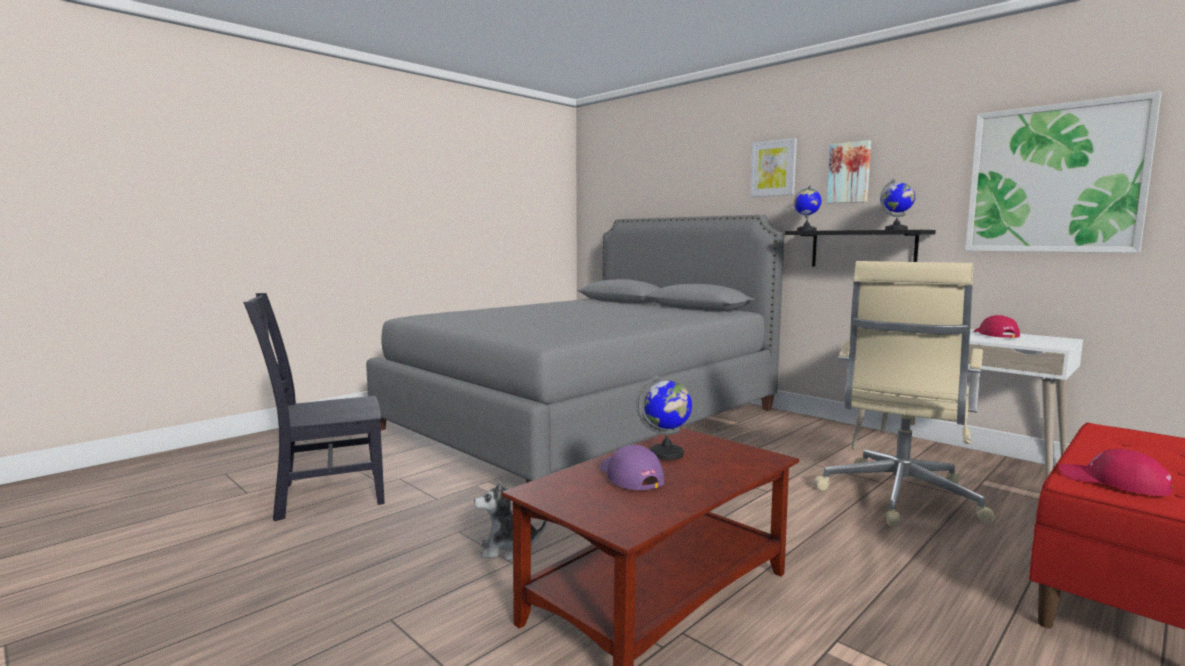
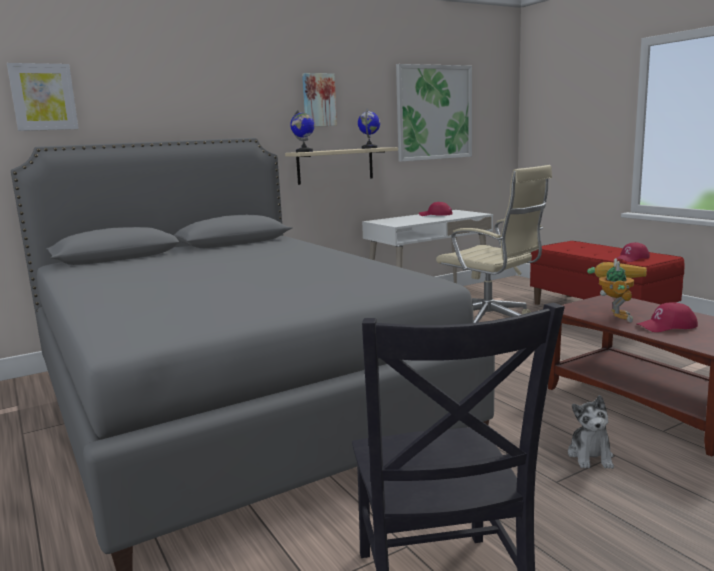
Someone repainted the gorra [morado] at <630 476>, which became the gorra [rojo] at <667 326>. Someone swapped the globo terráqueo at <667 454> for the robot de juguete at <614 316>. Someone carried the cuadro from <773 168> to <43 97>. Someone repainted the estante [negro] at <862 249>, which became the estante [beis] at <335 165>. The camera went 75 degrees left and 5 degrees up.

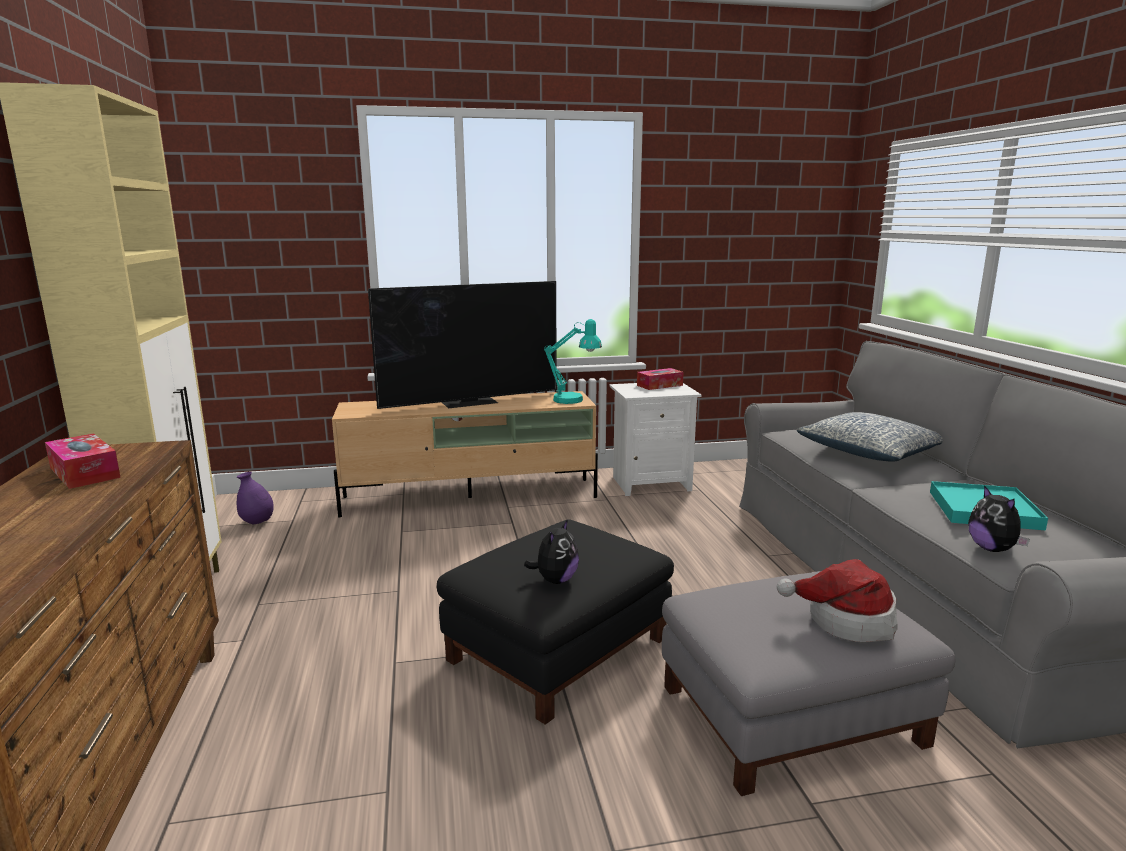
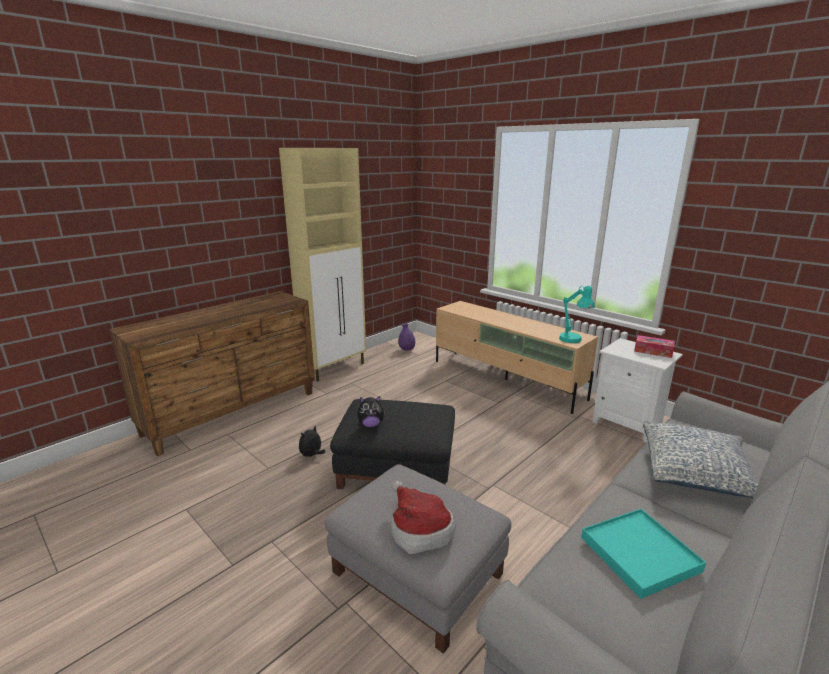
Someone took away the caja de pañuelos at <84 472>. Someone took away the televisor at <470 402>. Someone carried the peluche from <992 549> to <311 455>. The camera went 55 degrees right and 5 degrees up.

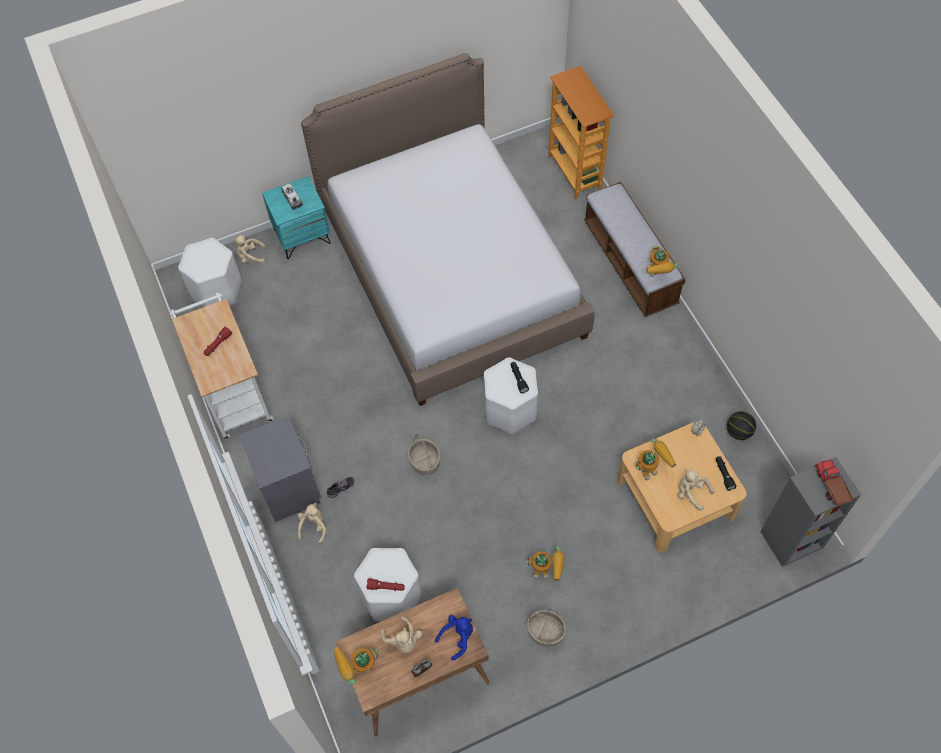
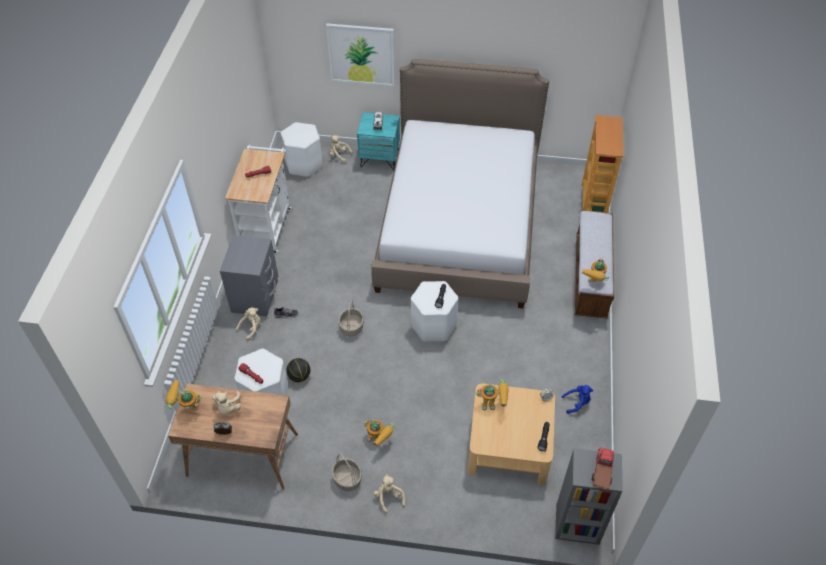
Someone carried the peluche [azul] from <458 637> to <577 403>. Someone carried the peluche [beis] from <691 493> to <389 497>. Someone carried the balón de baloncesto from <738 432> to <299 376>. Someone put up the cuadro at <361 54>. The camera went 30 degrees right and 10 degrees down.

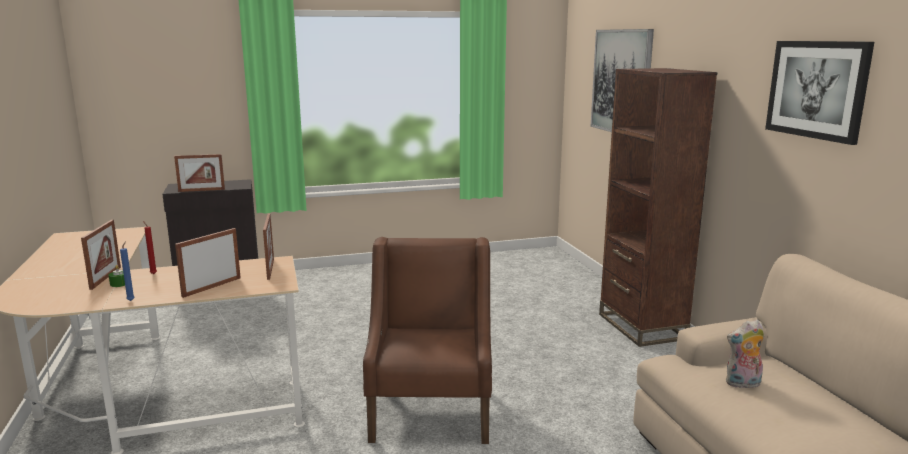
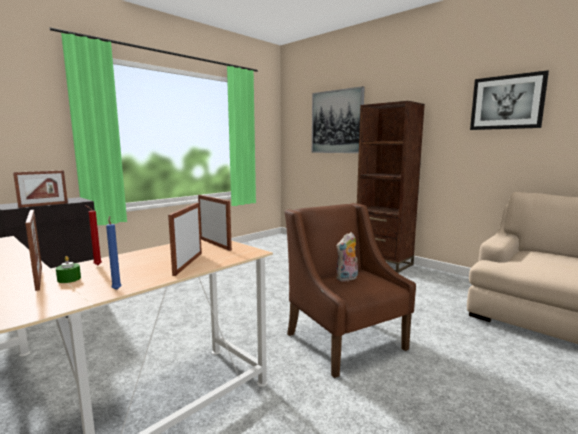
Someone carried the peluche from <742 384> to <347 279>. The camera went 30 degrees left and 5 degrees down.

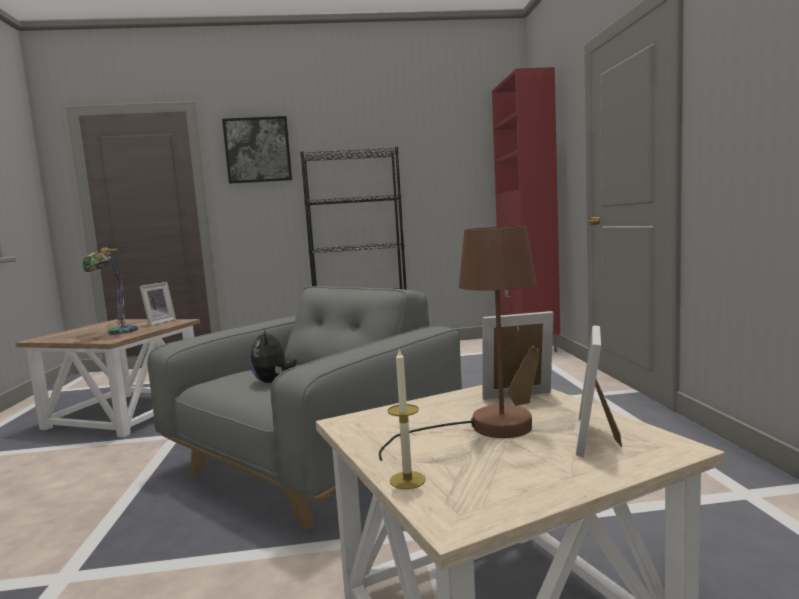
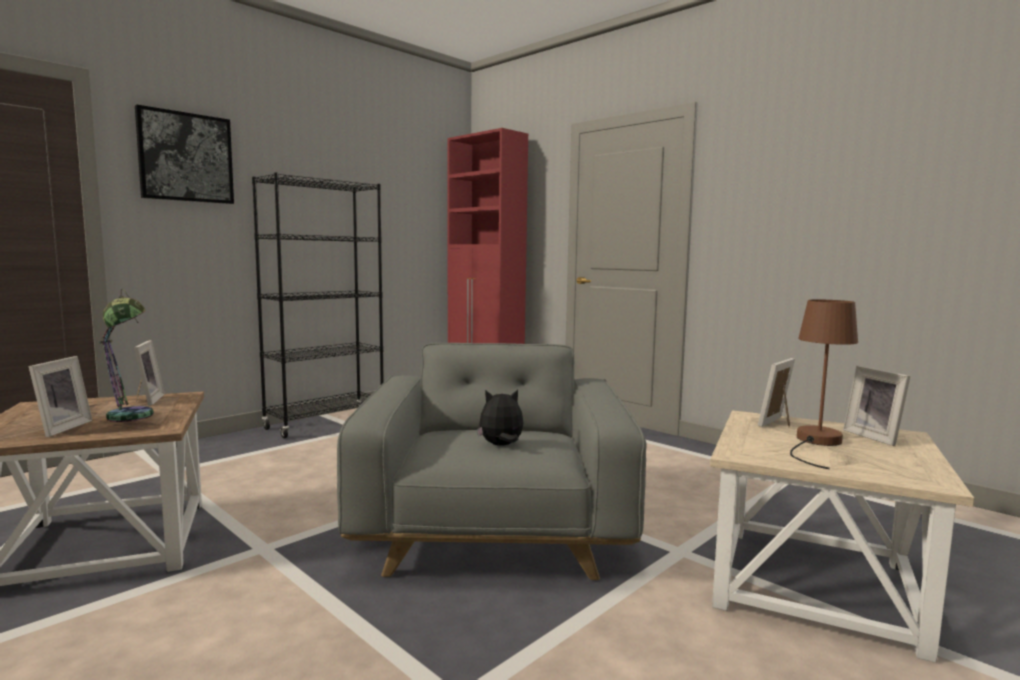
Someone rotated the peluche at <272 381> by 135 degrees clockwise. Someone took away the vela at <407 480>. Someone put down the portarretratos at <59 428>. The camera went 40 degrees left and 0 degrees up.

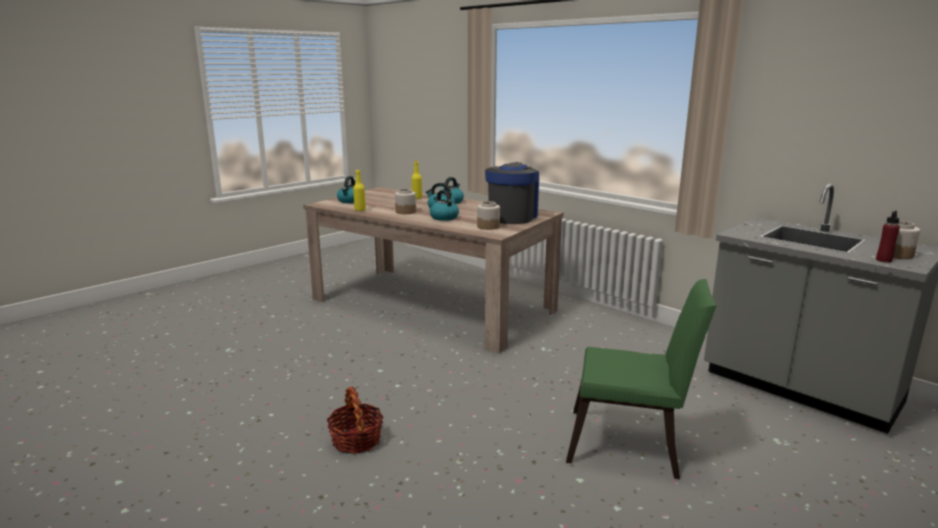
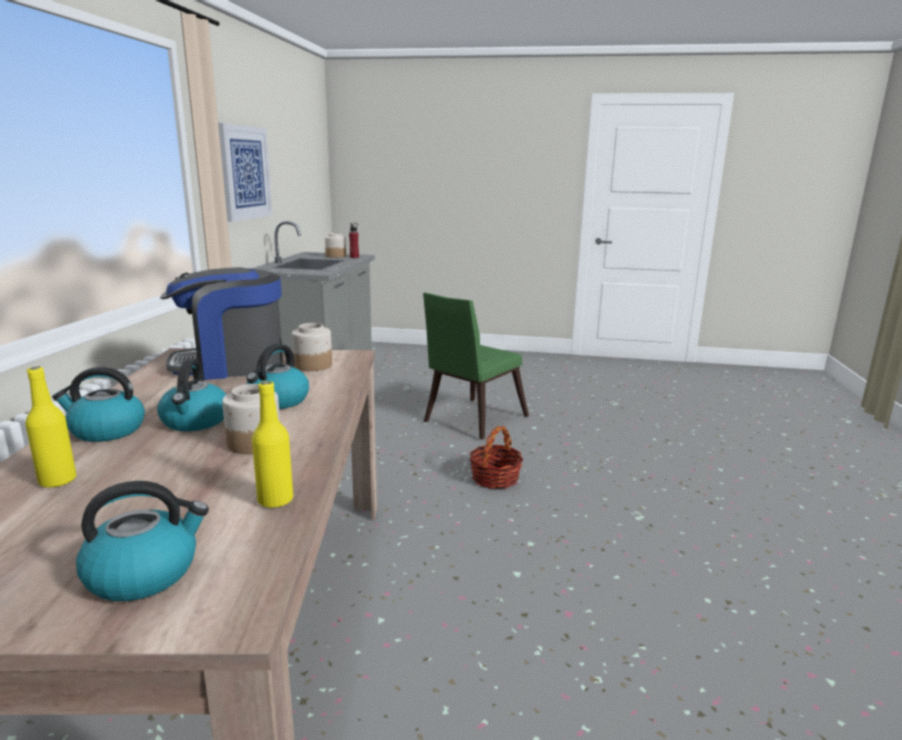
Someone carried the cesta from <356 440> to <495 478>. Someone rotated the silla [verde] at <631 445> by 120 degrees counterclockwise. Someone put up the cuadro at <245 173>. The camera went 125 degrees left and 0 degrees up.

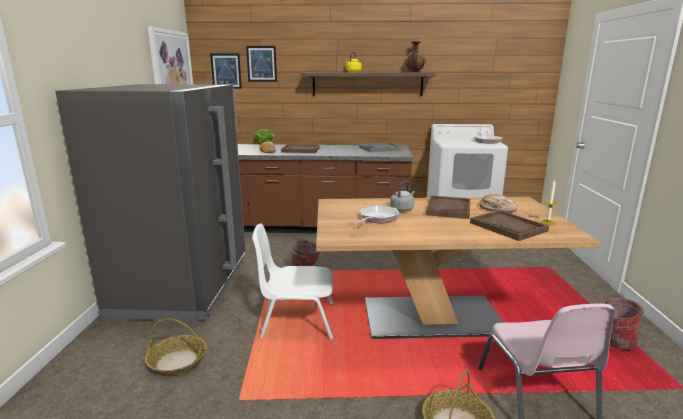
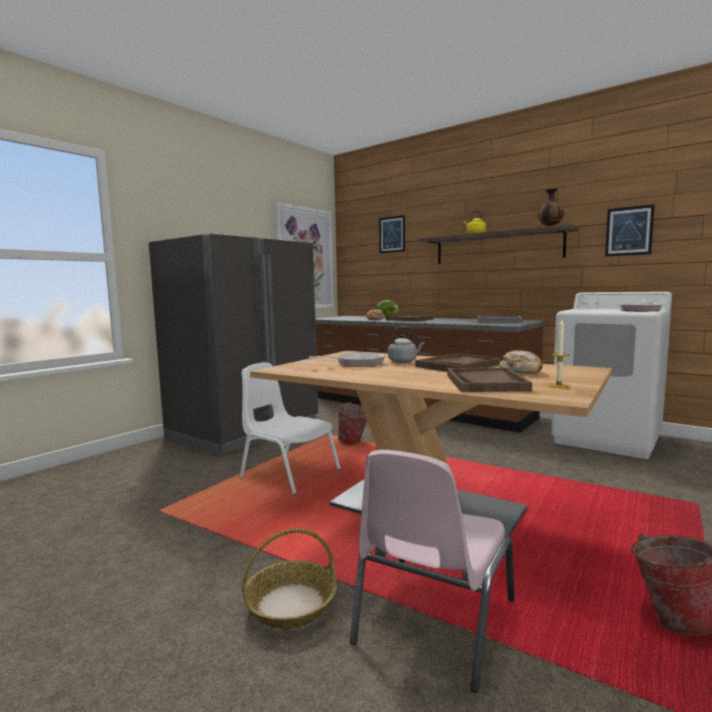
Someone took away the cesta at <178 362>. Someone carried the cuadro from <226 71> to <629 231>. The camera went 35 degrees right and 10 degrees down.

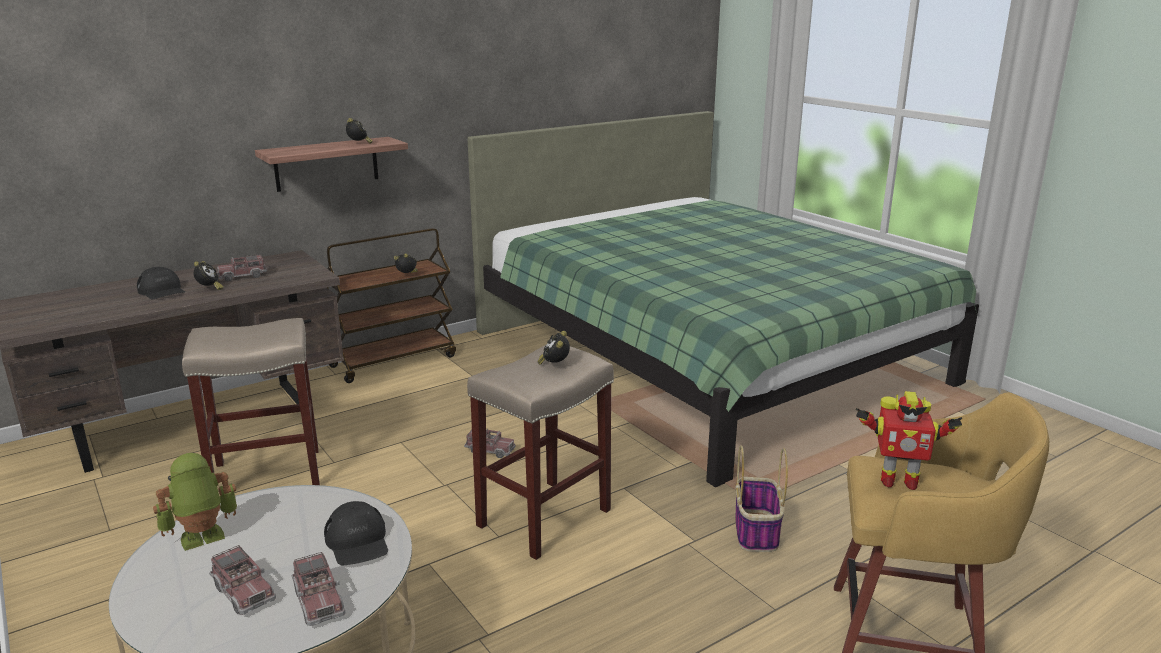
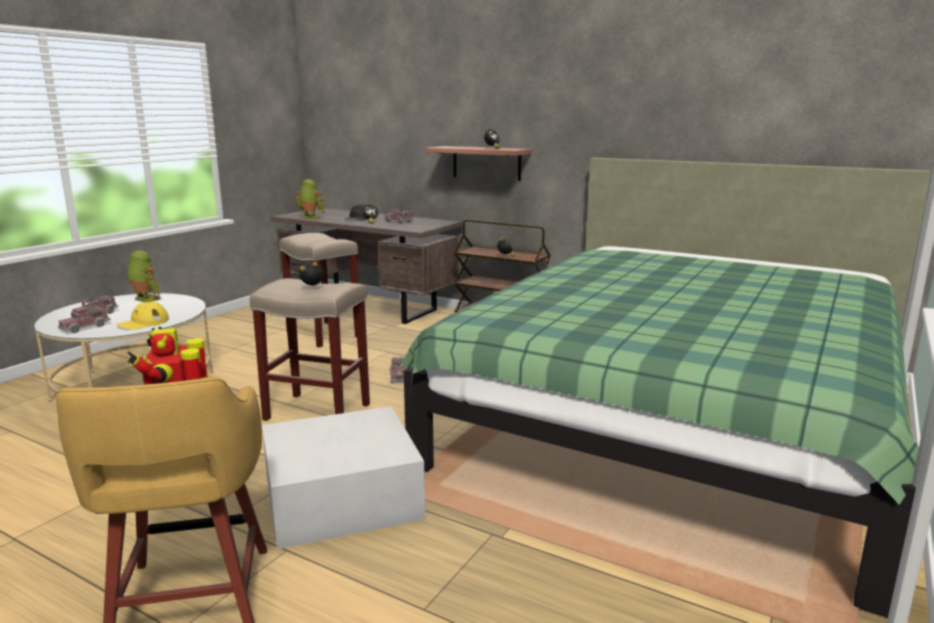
Someone repainted the gorra [negro] at <358 542>, which became the gorra [amarillo] at <143 323>. Someone swapped the cesta at <756 532> for the caja de almacenaje [blanco] at <342 498>. Someone put down the robot de juguete at <310 218>. The camera went 65 degrees right and 5 degrees down.

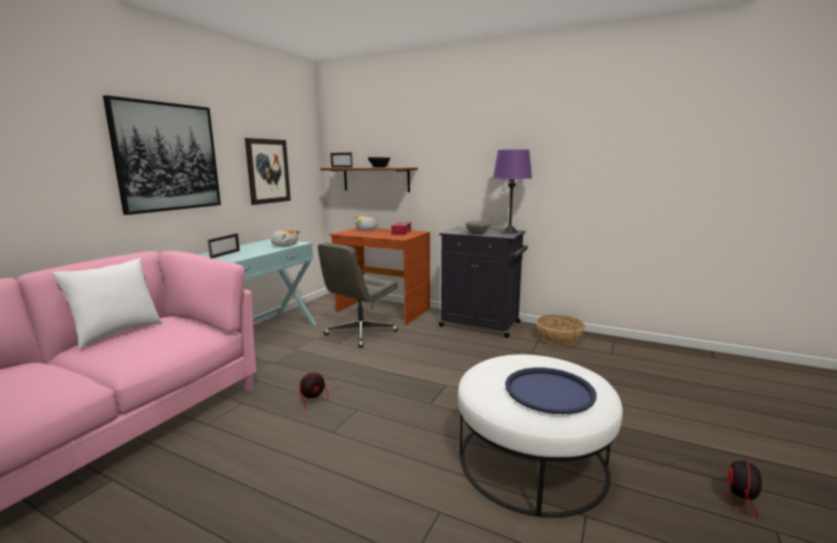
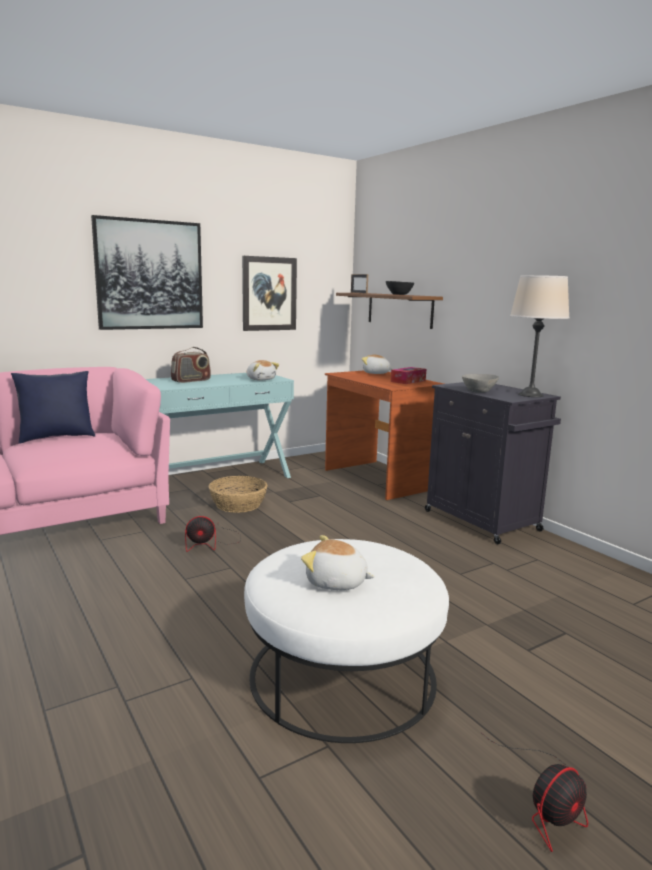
Someone repainted the cojín [blanco] at <117 333>, which became the cojín [azul] at <56 437>. Someone swapped the portarretratos at <225 254> for the radio at <191 380>. Someone took away the silla de oficina [gris] at <360 333>. Someone repainted the lámpara de mesa [morado] at <509 232>, which became the lámpara de mesa [beis] at <531 395>. Someone swapped the bandeja [azul] at <549 391> for the peluche at <336 583>. Someone carried the cesta from <558 338> to <238 504>. The camera went 30 degrees right and 0 degrees up.

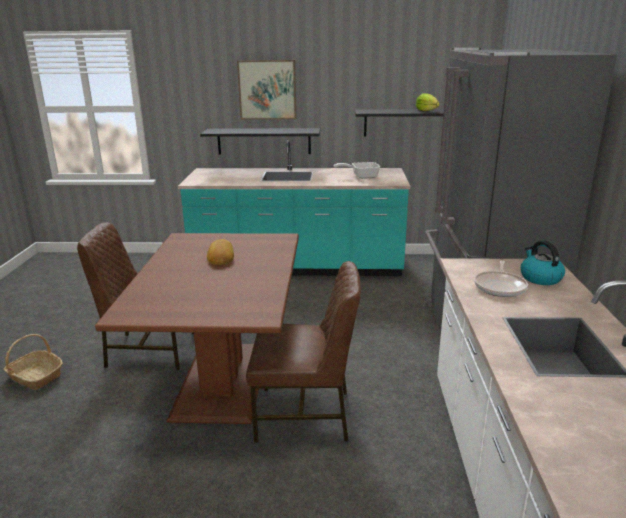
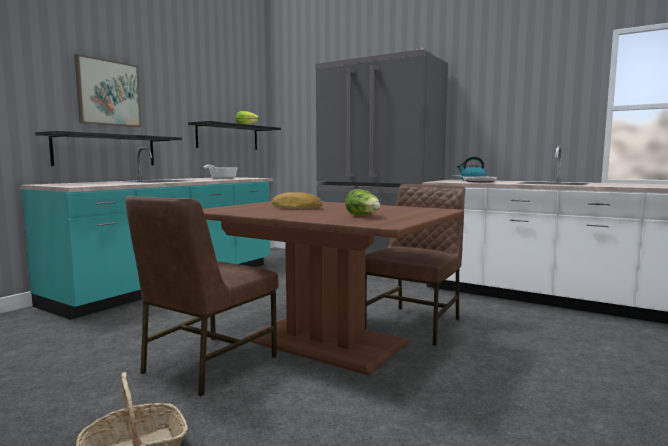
Someone put down the lechuga at <364 216>. The camera went 60 degrees left and 15 degrees down.

